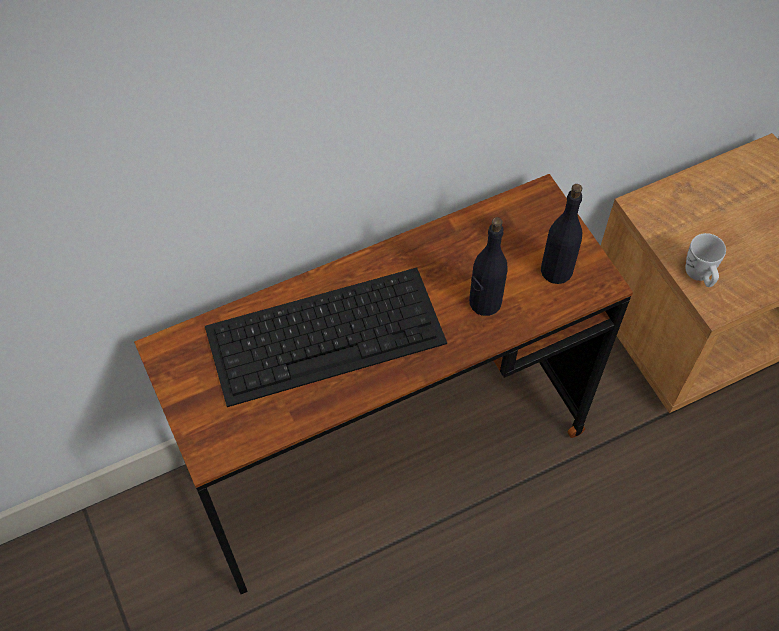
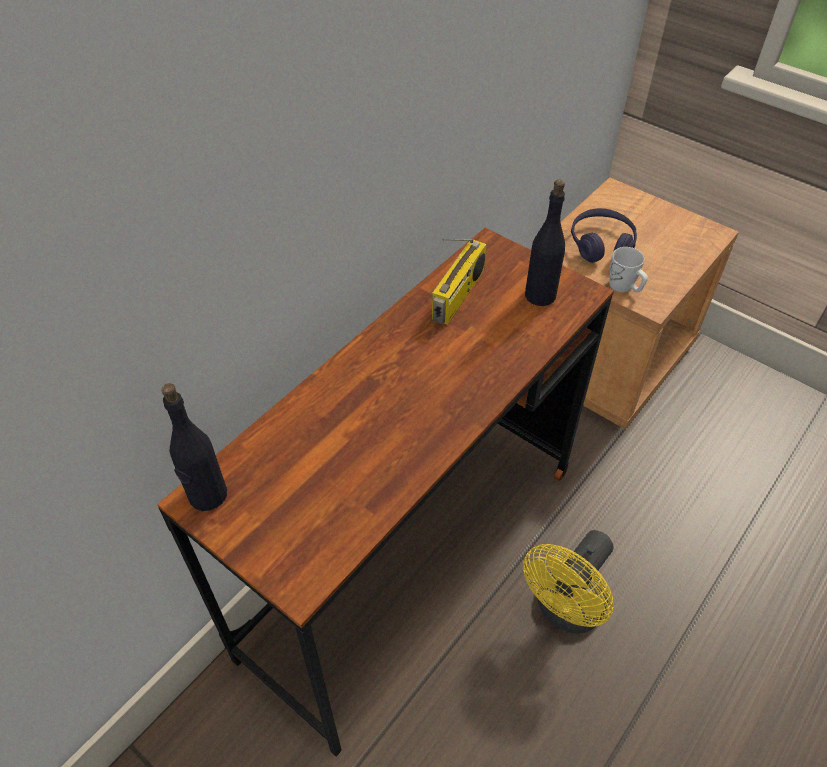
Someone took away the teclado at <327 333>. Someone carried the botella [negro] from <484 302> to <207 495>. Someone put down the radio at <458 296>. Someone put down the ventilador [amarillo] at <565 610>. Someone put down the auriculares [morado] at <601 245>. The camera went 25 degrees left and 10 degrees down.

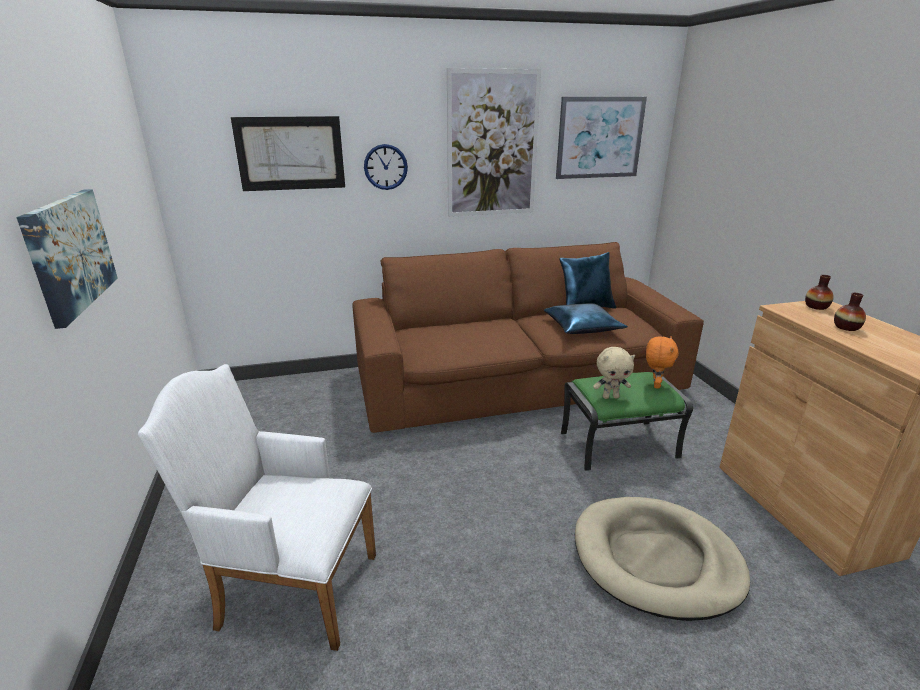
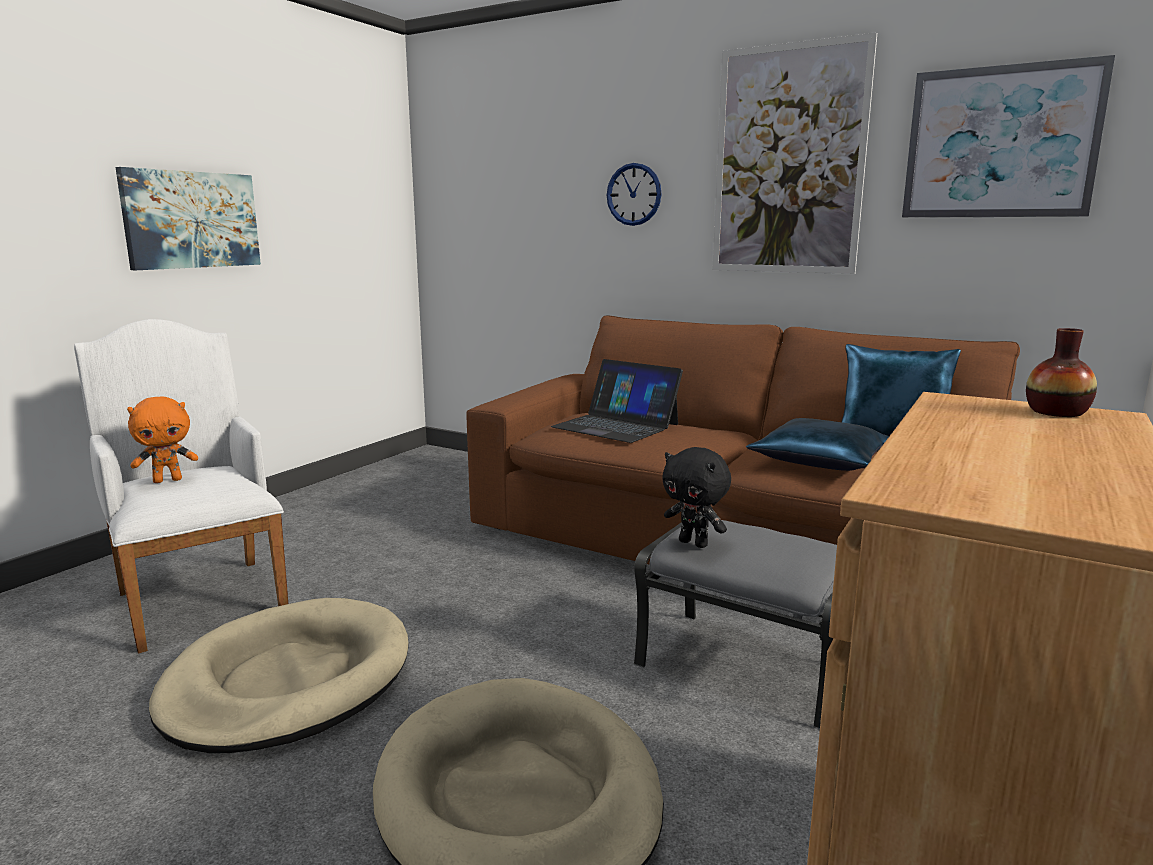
Someone took away the cuadro at <290 153>. Someone repainted the puf [verde] at <619 444>, which became the puf [gris] at <749 665>. Someone repainted the peluche [beis] at <610 397>, which became the peluche [negro] at <694 543>. Someone carried the peluche [naranja] from <655 385> to <168 480>. Someone took away the florero at <846 327>. Someone put down the cama para perro [beis] at <288 681>. Someone put down the portátil at <616 425>. The camera went 45 degrees right and 10 degrees down.

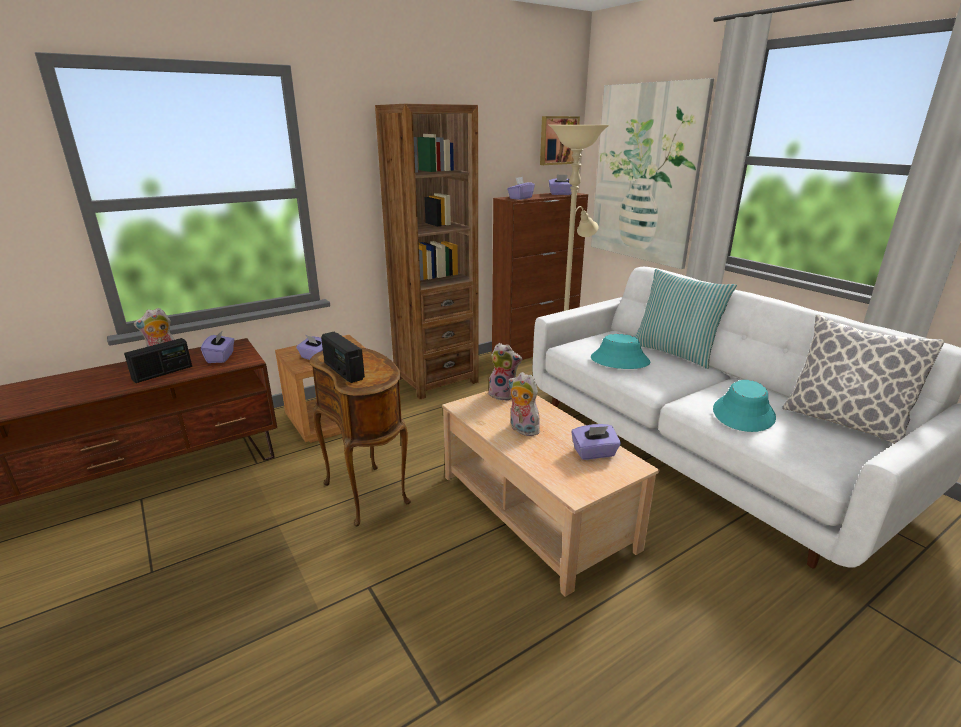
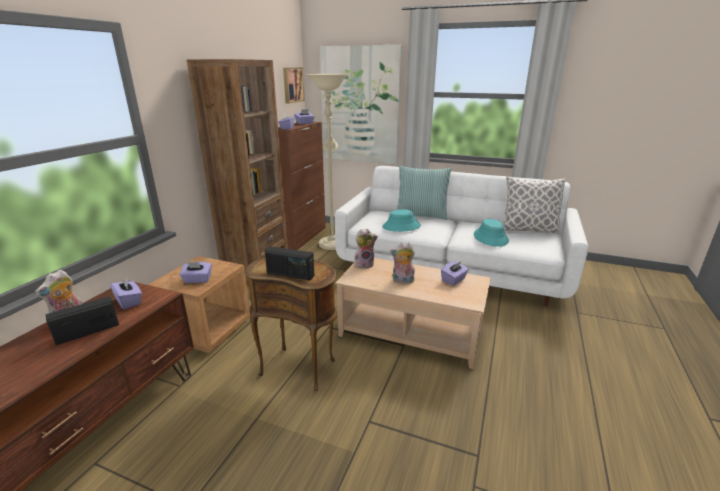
Someone rotated the radio at <163 373> by 135 degrees counterclockwise. The camera went 35 degrees left and 0 degrees up.

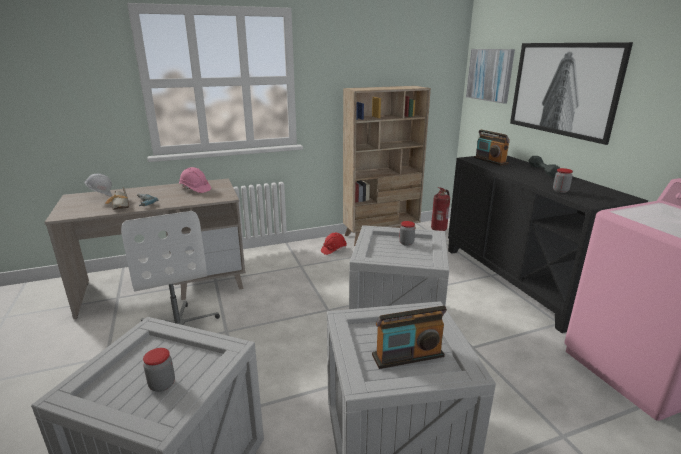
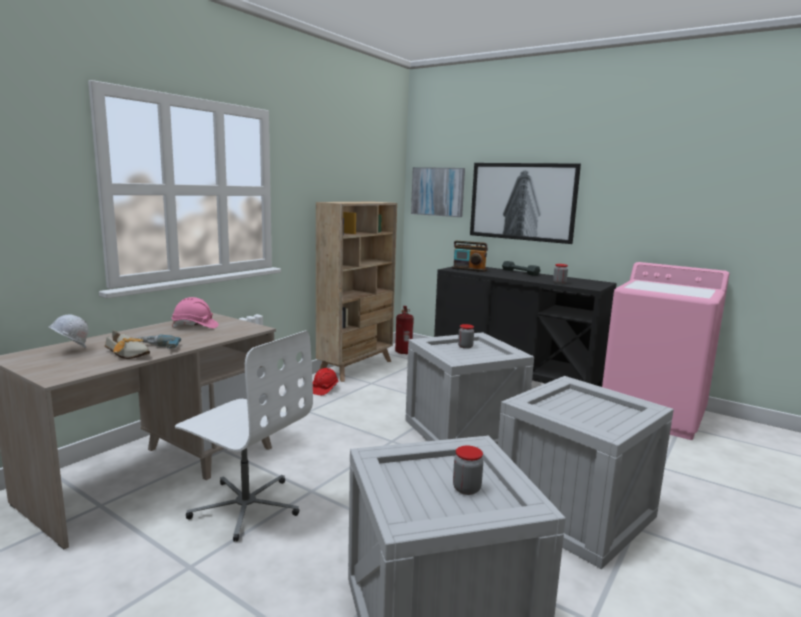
Someone took away the radio at <408 356>. The camera went 35 degrees left and 10 degrees down.

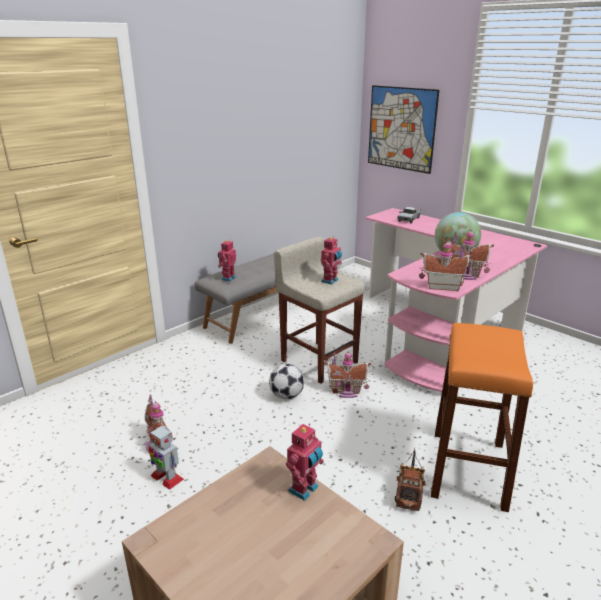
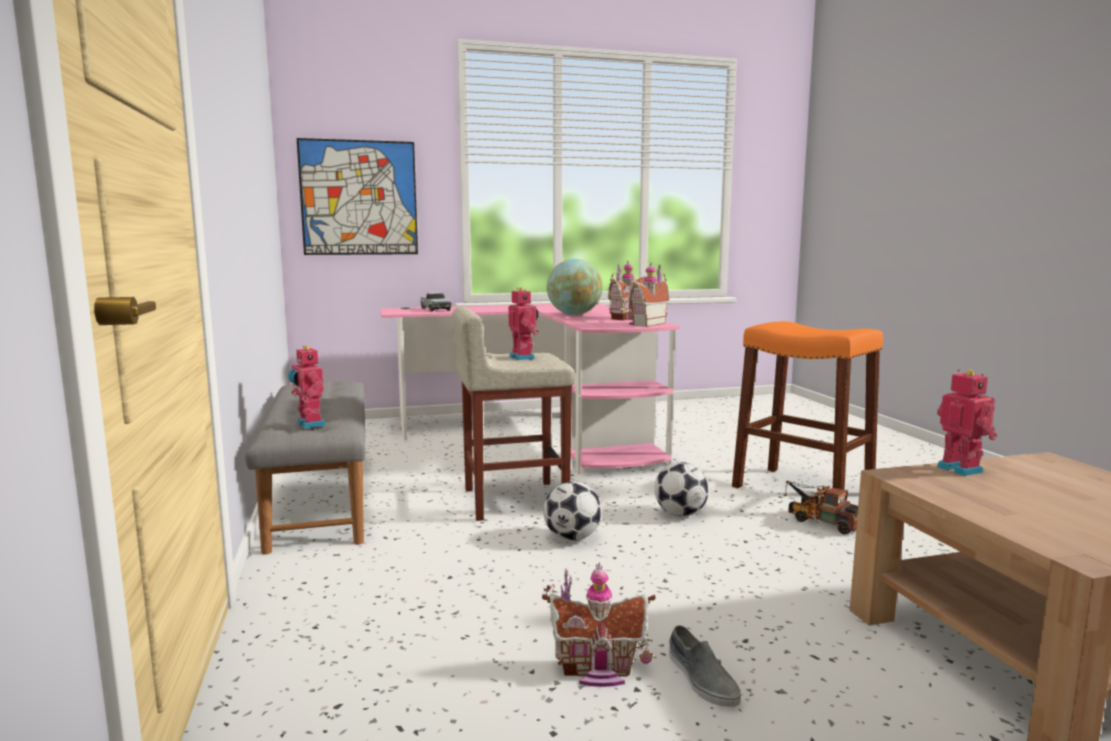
Someone swapped the robot de juguete at <166 477> for the zapato [gris] at <701 679>. Someone took away the casita at <346 392>. Someone put down the balón de fútbol at <680 514>. The camera went 60 degrees left and 15 degrees down.

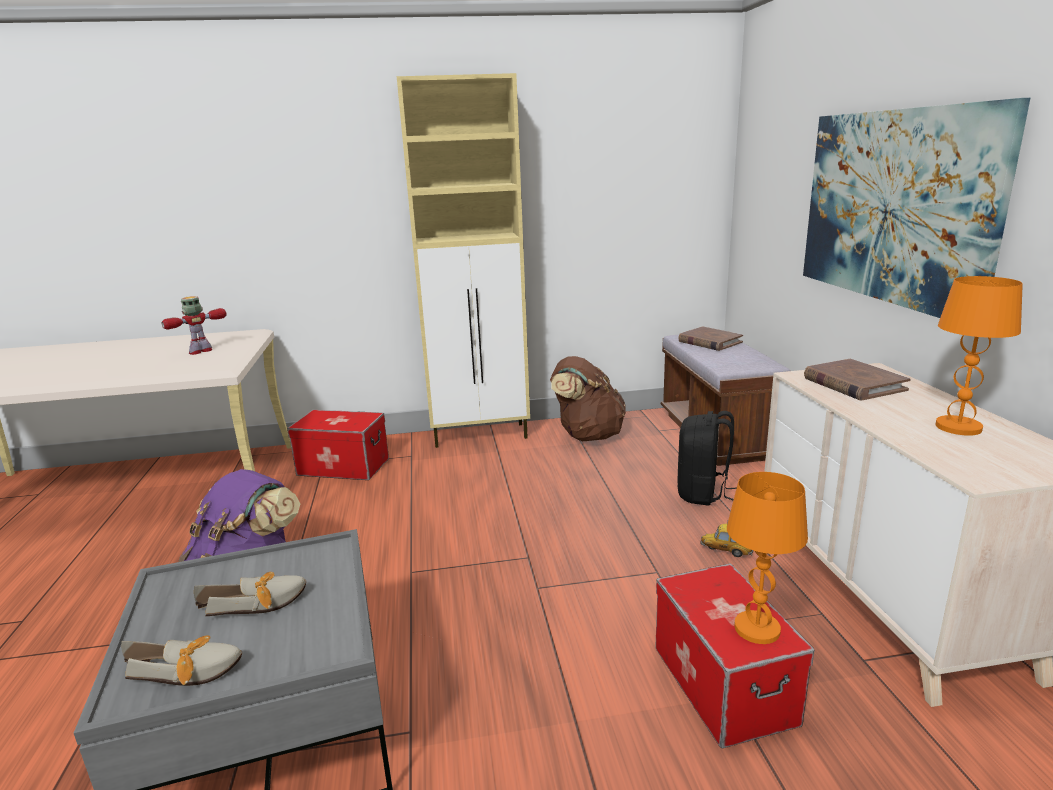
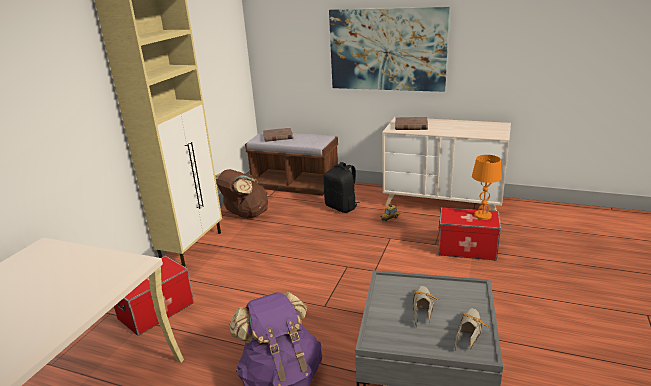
Someone took away the robot de juguete at <201 351>. Someone took away the lámpara de mesa [naranja] at <959 427>. The camera went 60 degrees left and 5 degrees up.

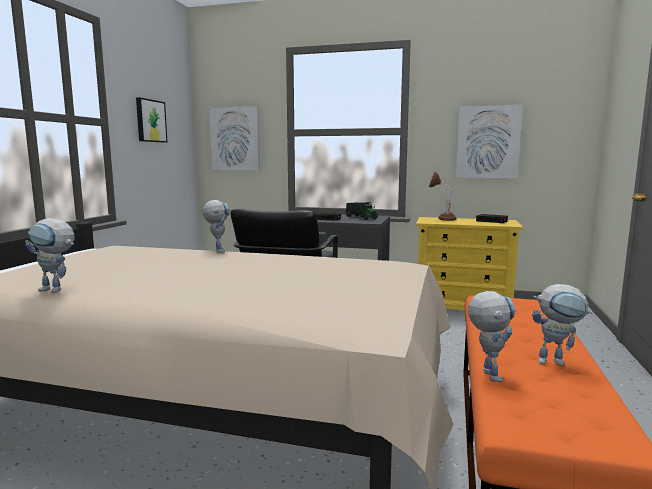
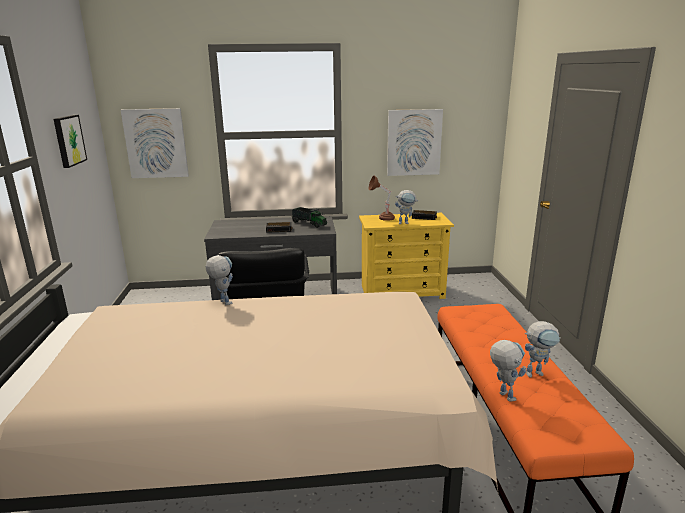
Someone carried the robot de juguete from <57 290> to <406 223>. The camera went 20 degrees left and 10 degrees up.

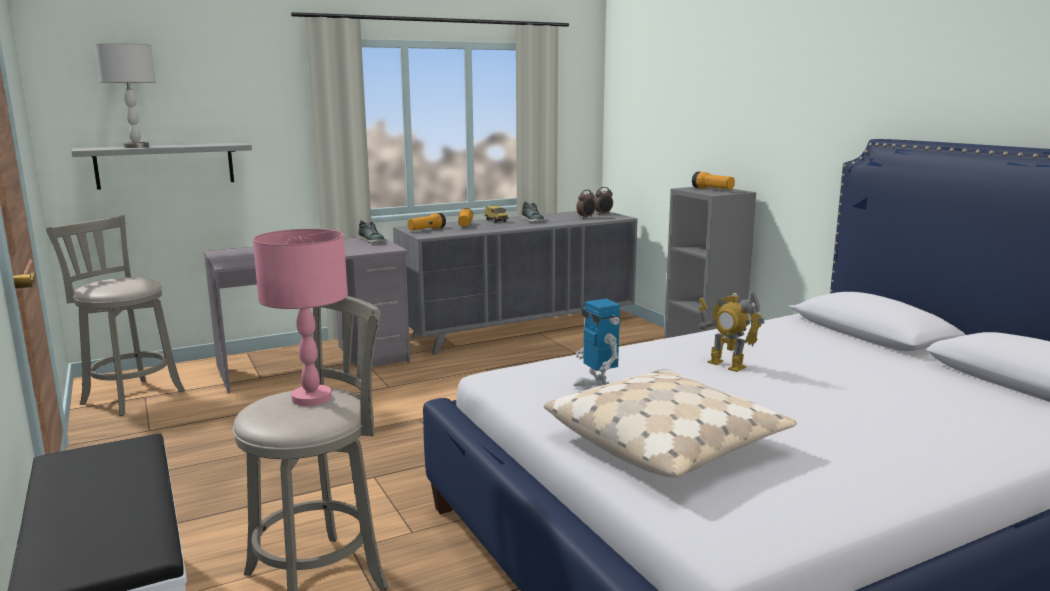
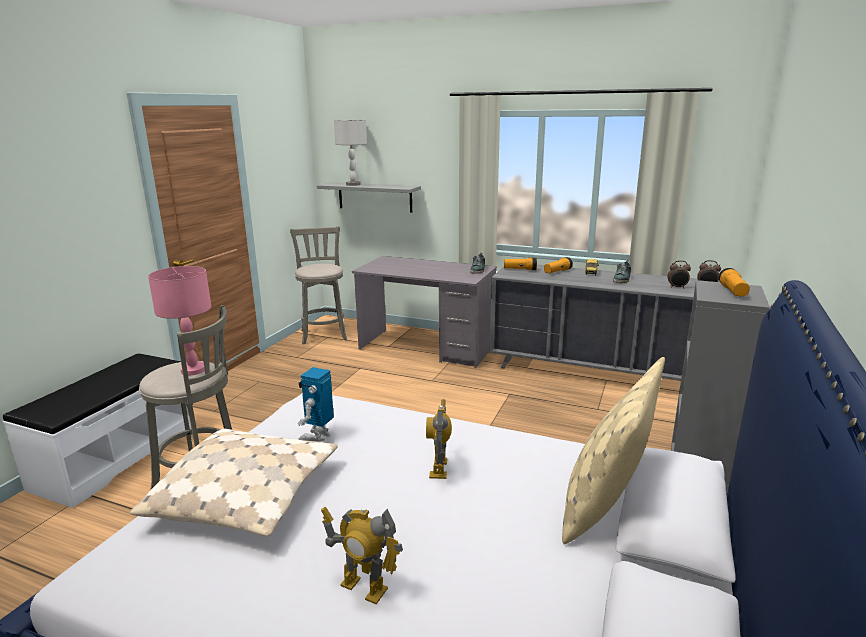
Someone put down the robot de juguete at <364 587>. Someone put down the cojín [beis] at <604 504>. The camera went 50 degrees right and 5 degrees up.

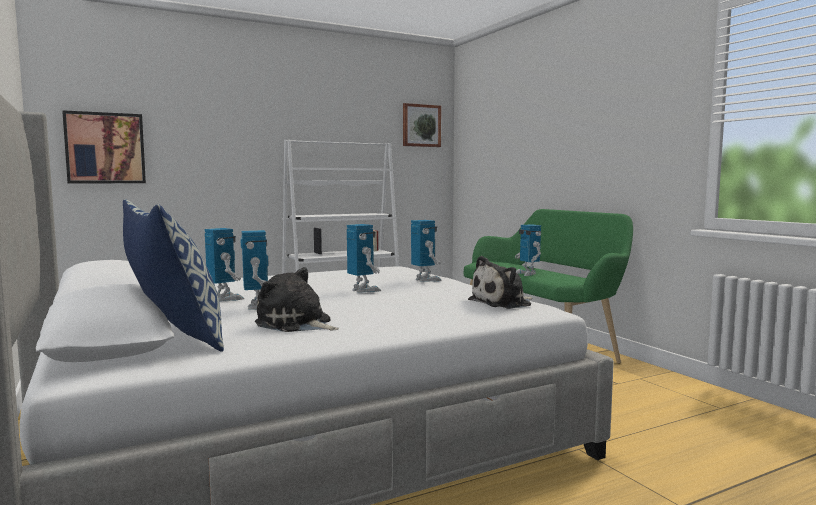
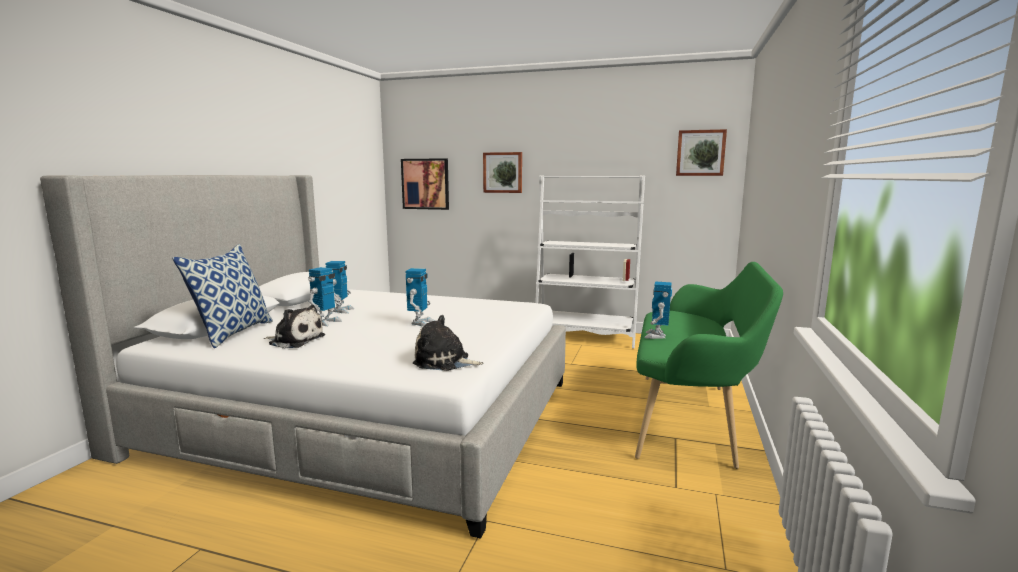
Someone rotated the peluche at <296 324> by 120 degrees clockwise. Someone took away the robot de juguete at <425 280>. Someone put up the cuadro at <503 172>. The camera went 45 degrees right and 5 degrees up.

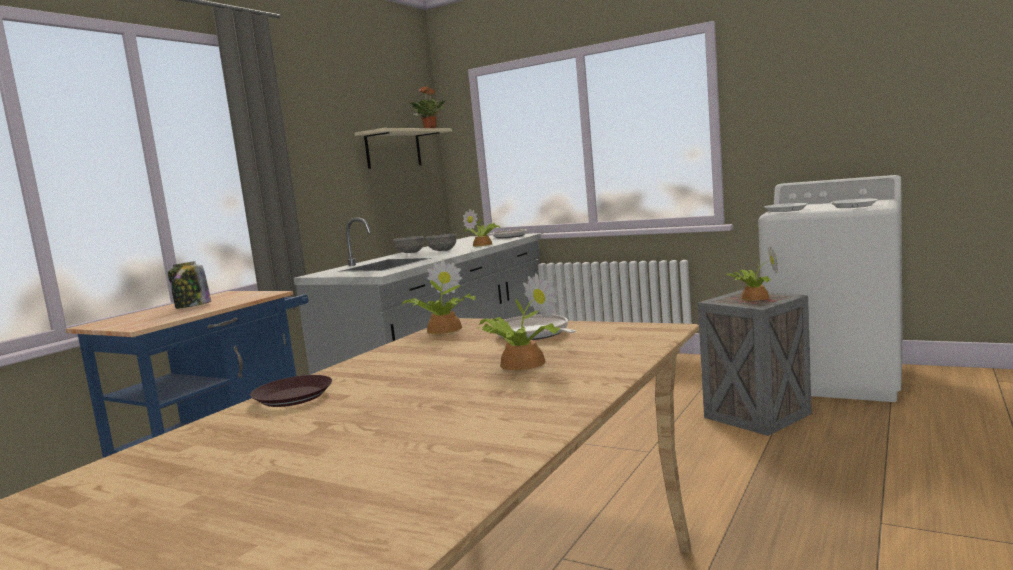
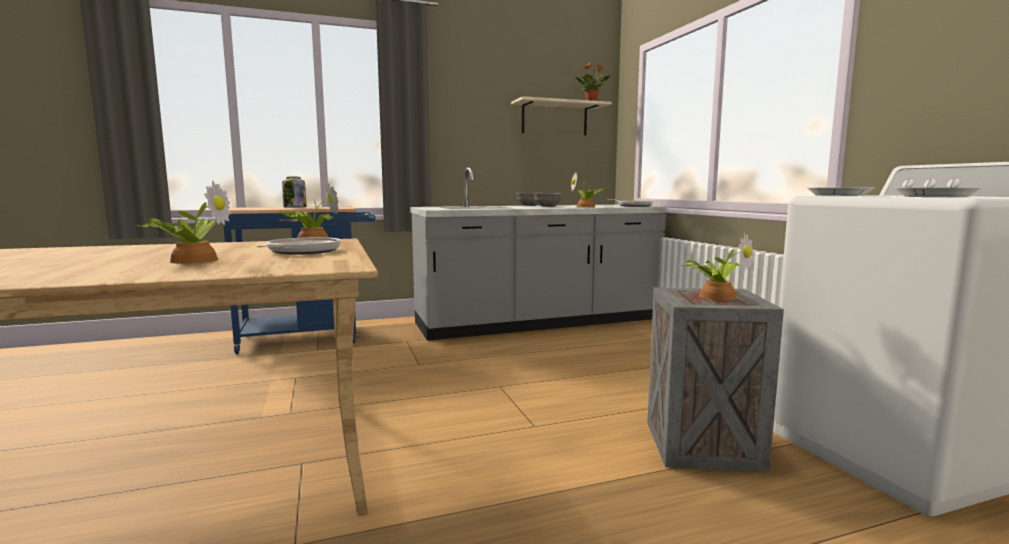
Someone took away the plato [marrón] at <292 397>. The camera went 40 degrees right and 0 degrees up.

